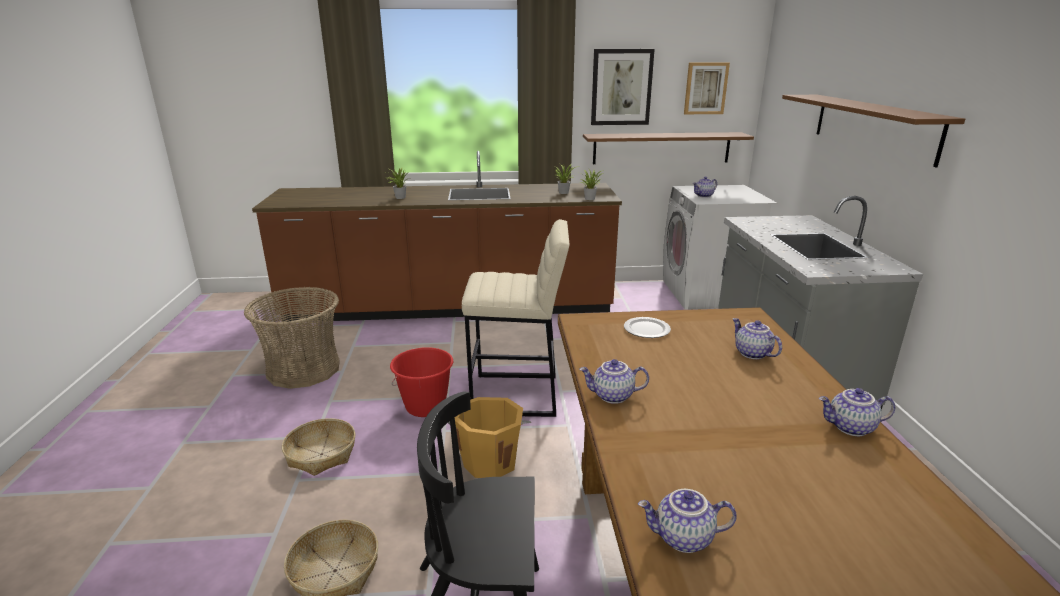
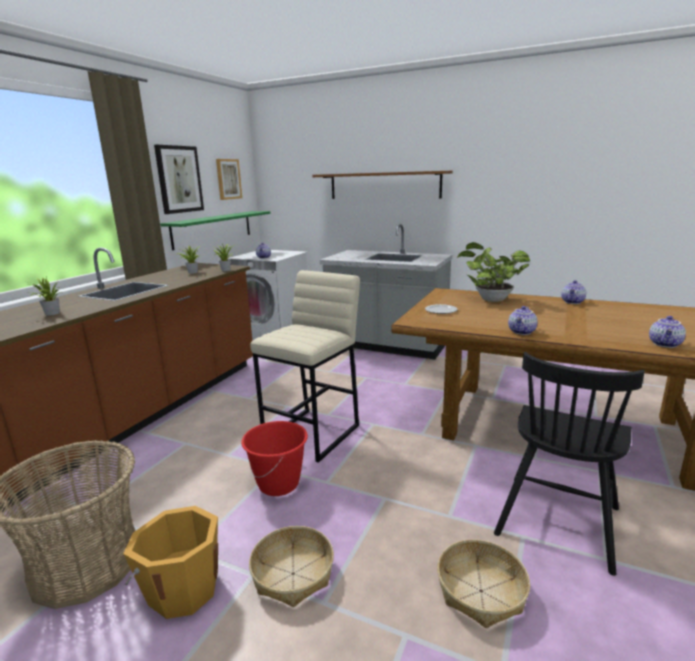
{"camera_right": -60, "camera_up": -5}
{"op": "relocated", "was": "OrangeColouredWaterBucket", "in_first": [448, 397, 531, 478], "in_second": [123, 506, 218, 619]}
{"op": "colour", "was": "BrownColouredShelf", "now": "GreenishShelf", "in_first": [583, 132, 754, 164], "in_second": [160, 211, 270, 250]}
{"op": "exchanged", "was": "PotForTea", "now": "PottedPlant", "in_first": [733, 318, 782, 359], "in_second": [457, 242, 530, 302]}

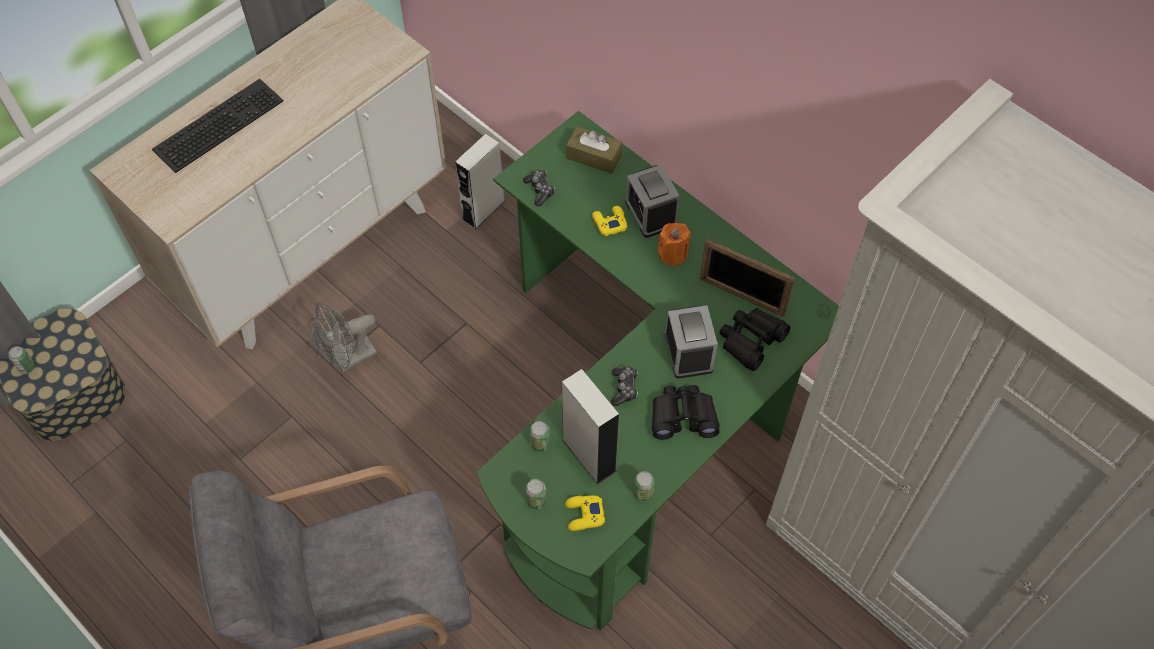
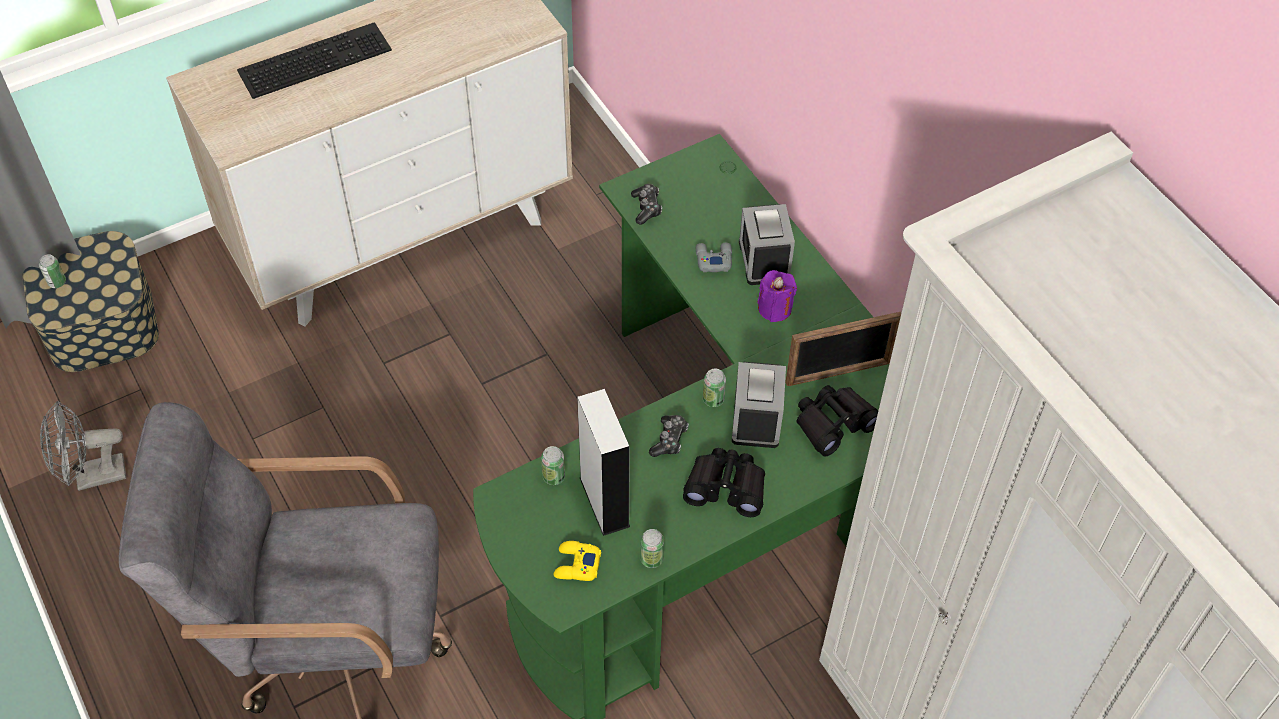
{"camera_right": 15, "camera_up": -5}
{"op": "relocated", "was": "GreyishCoolingFan", "in_first": [311, 303, 378, 373], "in_second": [40, 401, 126, 491]}
{"op": "colour", "was": "YellowGameController", "now": "GreyishGameController", "in_first": [592, 206, 627, 236], "in_second": [696, 242, 732, 272]}
{"op": "relocated", "was": "Can", "in_first": [526, 479, 546, 510], "in_second": [703, 369, 726, 407]}
{"op": "colour", "was": "OrangeColouredCandle", "now": "PurplishCandle", "in_first": [658, 223, 691, 266], "in_second": [757, 270, 797, 322]}
{"op": "spun", "was": "PhotoFrame", "in_first": [700, 239, 795, 317], "in_second": [785, 312, 901, 386], "clockwise": -60}
{"op": "missing", "was": "GreyishAudioSpeaker", "in_first": [455, 133, 505, 230]}
{"op": "missing", "was": "BrownColouredTissueHolder", "in_first": [566, 126, 622, 174]}

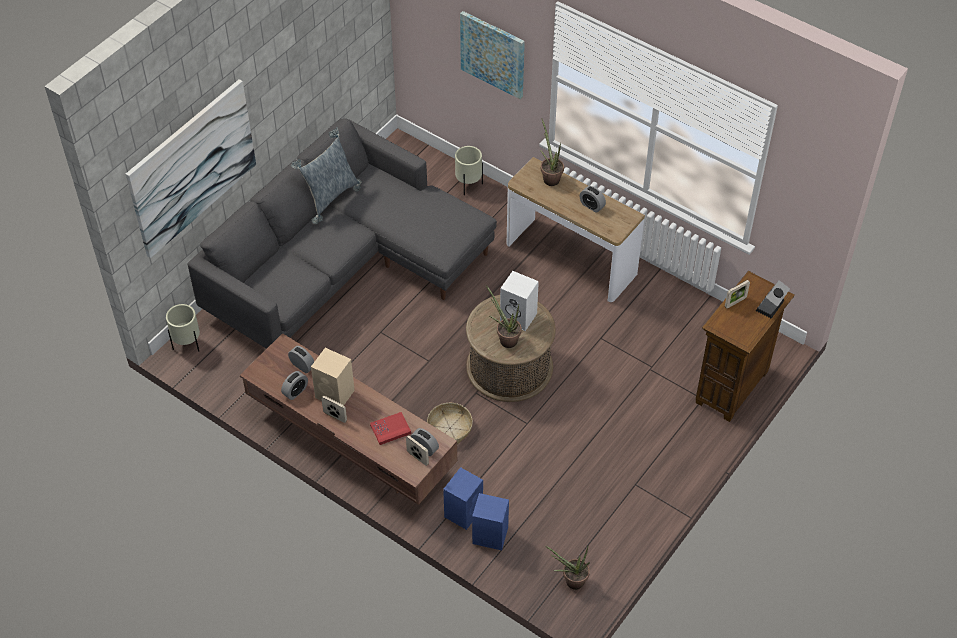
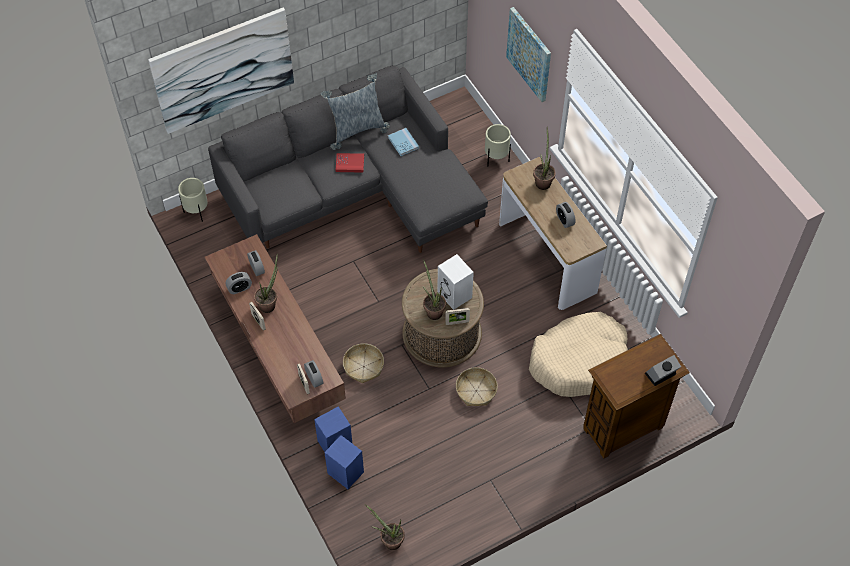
{"camera_right": 25, "camera_up": 5}
{"op": "exchanged", "was": "BeigeColouredAudioSpeaker", "now": "PottedPlant", "in_first": [311, 348, 355, 405], "in_second": [254, 253, 278, 313]}
{"op": "relocated", "was": "RedVolume", "in_first": [370, 412, 411, 445], "in_second": [336, 153, 364, 173]}
{"op": "appeared", "now": "BlueColouredVolume", "in_second": [388, 128, 419, 156]}
{"op": "relocated", "was": "PhotoFrame", "in_first": [725, 280, 750, 309], "in_second": [445, 308, 470, 325]}
{"op": "appeared", "now": "HouseholdBasket", "in_second": [456, 367, 498, 406]}
{"op": "appeared", "now": "BeigeColouredDogBed", "in_second": [529, 312, 628, 397]}

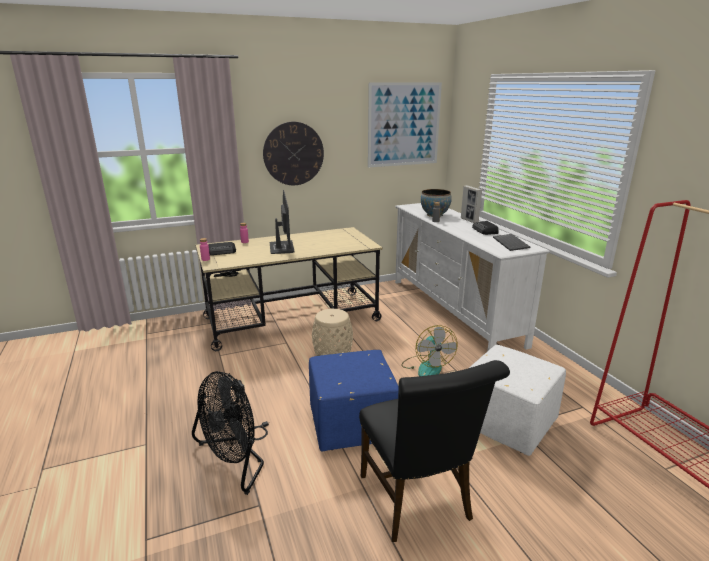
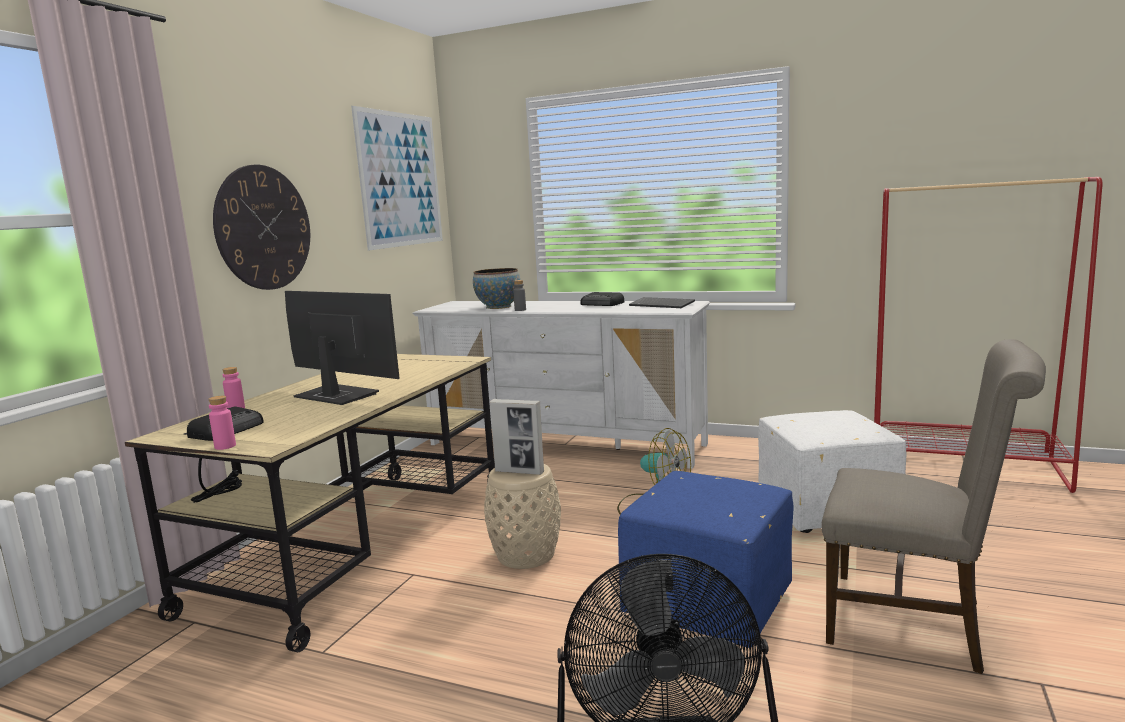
{"camera_right": -45, "camera_up": -10}
{"op": "relocated", "was": "PhotoFrame", "in_first": [461, 185, 482, 223], "in_second": [490, 399, 544, 475]}
{"op": "colour", "was": "BlackishPlainChair", "now": "BeigeColouredPlainChair", "in_first": [359, 360, 510, 542], "in_second": [821, 339, 1046, 674]}

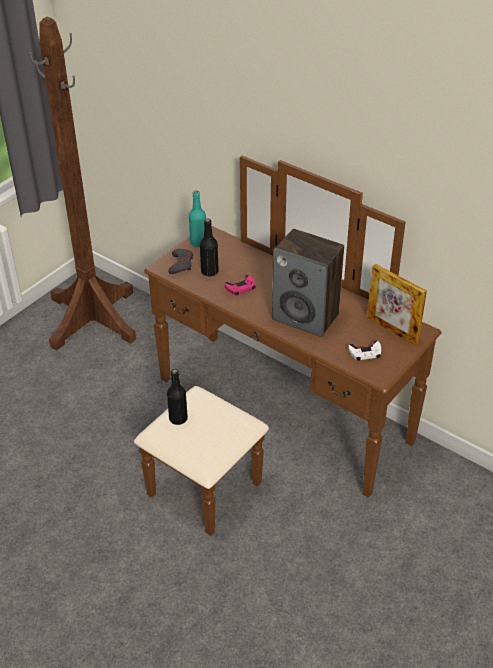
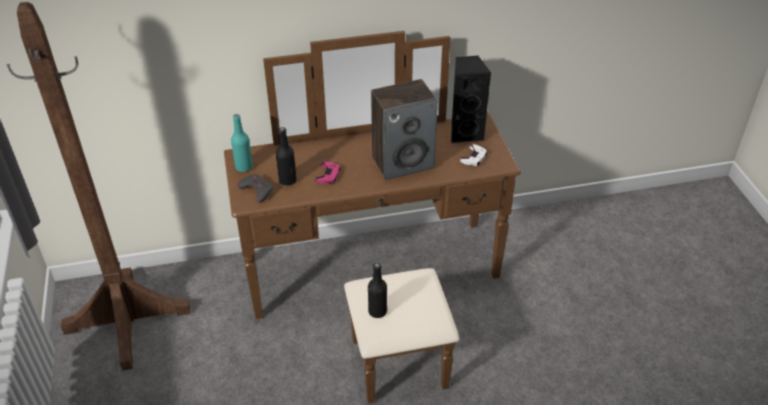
{"camera_right": -50, "camera_up": 0}
{"op": "exchanged", "was": "PhotoFrame", "now": "BlackishAudioSpeaker", "in_first": [367, 264, 427, 346], "in_second": [451, 56, 491, 143]}

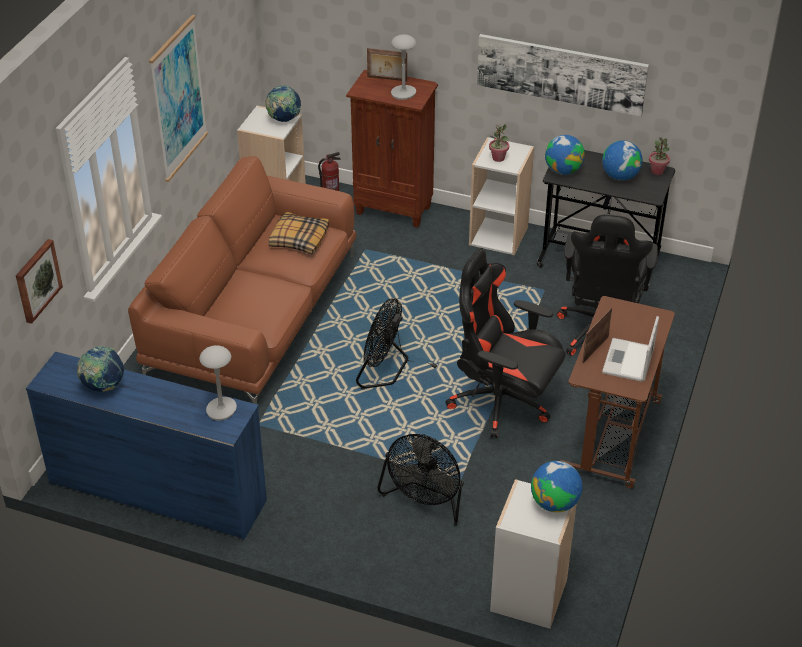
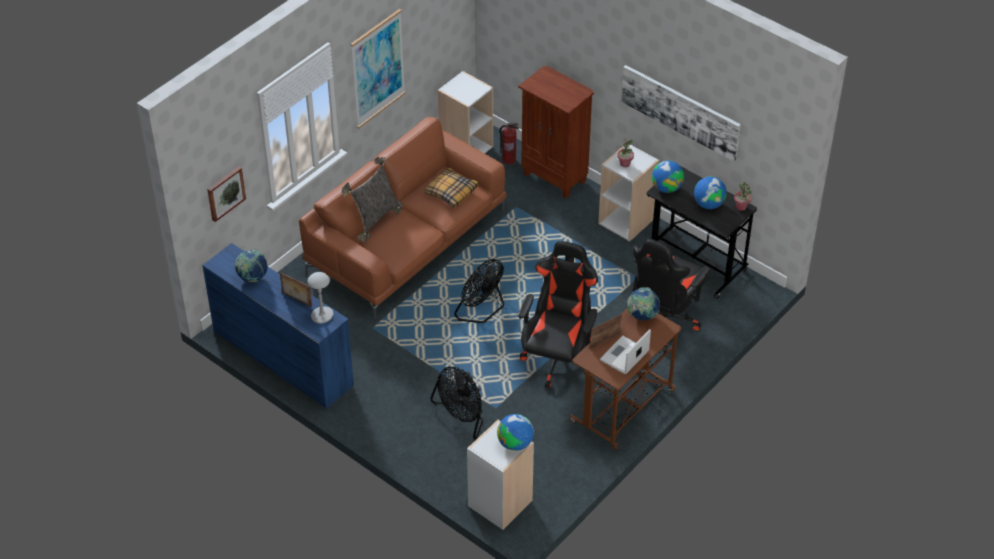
{"camera_right": 20, "camera_up": 5}
{"op": "relocated", "was": "PhotoFrame", "in_first": [367, 48, 407, 81], "in_second": [280, 272, 312, 307]}
{"op": "appeared", "now": "Pillow", "in_second": [341, 156, 404, 242]}
{"op": "spun", "was": "BlackishComputerChair", "in_first": [446, 248, 566, 438], "in_second": [519, 241, 598, 388], "clockwise": 60}
{"op": "relocated", "was": "WorldGlobe", "in_first": [265, 85, 301, 122], "in_second": [627, 287, 660, 320]}
{"op": "missing", "was": "GreyishTabletopLamp", "in_first": [391, 34, 416, 100]}

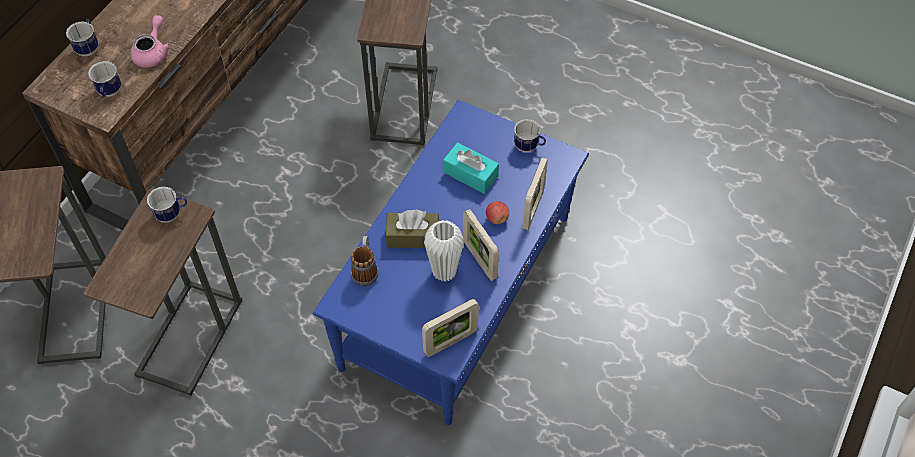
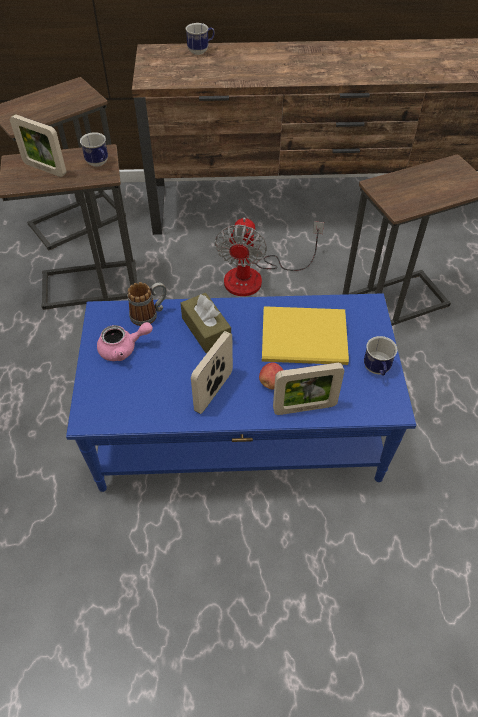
{"camera_right": 60, "camera_up": -5}
{"op": "relocated", "was": "PhotoFrame", "in_first": [422, 299, 479, 357], "in_second": [10, 114, 66, 177]}
{"op": "relocated", "was": "PinkColouredPotForTea", "in_first": [131, 15, 170, 68], "in_second": [97, 322, 153, 361]}
{"op": "appeared", "now": "CoolingFan", "in_second": [215, 218, 324, 296]}
{"op": "exchanged", "was": "TurquoiseTissueHolder", "now": "YellowVolume", "in_first": [443, 142, 499, 194], "in_second": [262, 306, 349, 365]}
{"op": "missing", "was": "Mug", "in_first": [88, 61, 121, 97]}
{"op": "missing", "was": "WhitishVase", "in_first": [424, 220, 464, 282]}

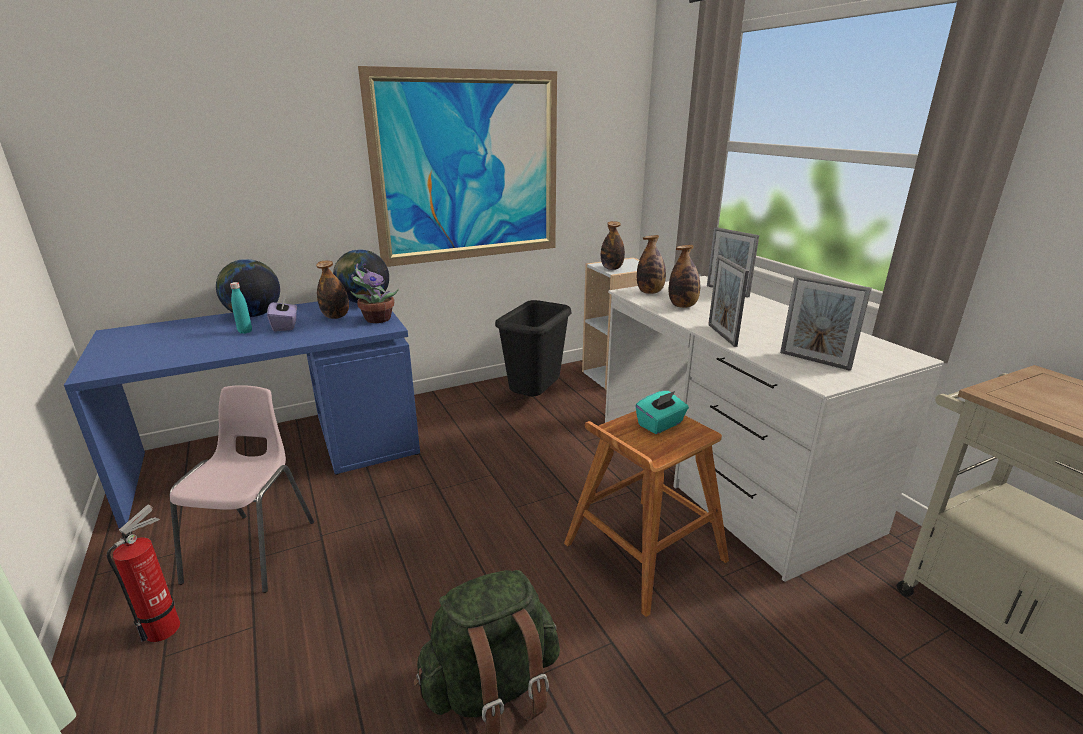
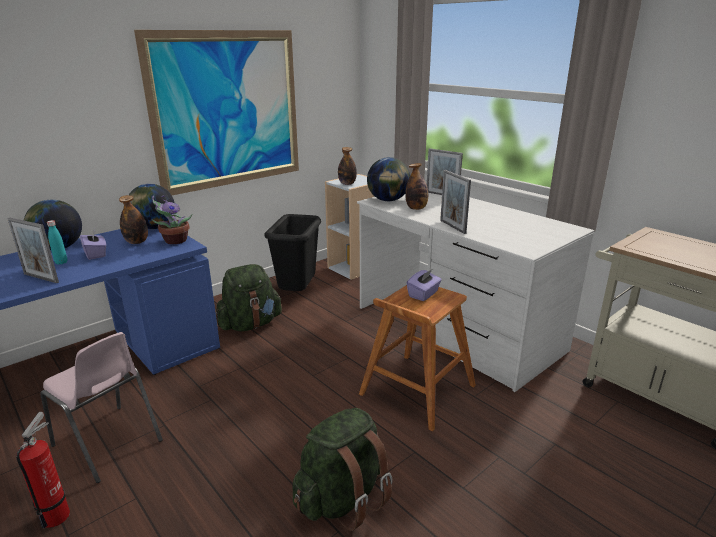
{"camera_right": -15, "camera_up": 0}
{"op": "relocated", "was": "PhotoFrame", "in_first": [780, 275, 872, 371], "in_second": [7, 218, 59, 283]}
{"op": "spun", "was": "PinkColouredPlainChair", "in_first": [170, 385, 314, 593], "in_second": [41, 332, 163, 483], "clockwise": 135}
{"op": "appeared", "now": "GreenishKnapsack", "in_second": [216, 264, 282, 331]}
{"op": "exchanged", "was": "Bottle", "now": "WorldGlobe", "in_first": [637, 235, 666, 294], "in_second": [367, 157, 410, 201]}
{"op": "colour", "was": "TurquoiseTissueHolder", "now": "PurplishTissueHolder", "in_first": [636, 391, 689, 434], "in_second": [407, 270, 442, 301]}

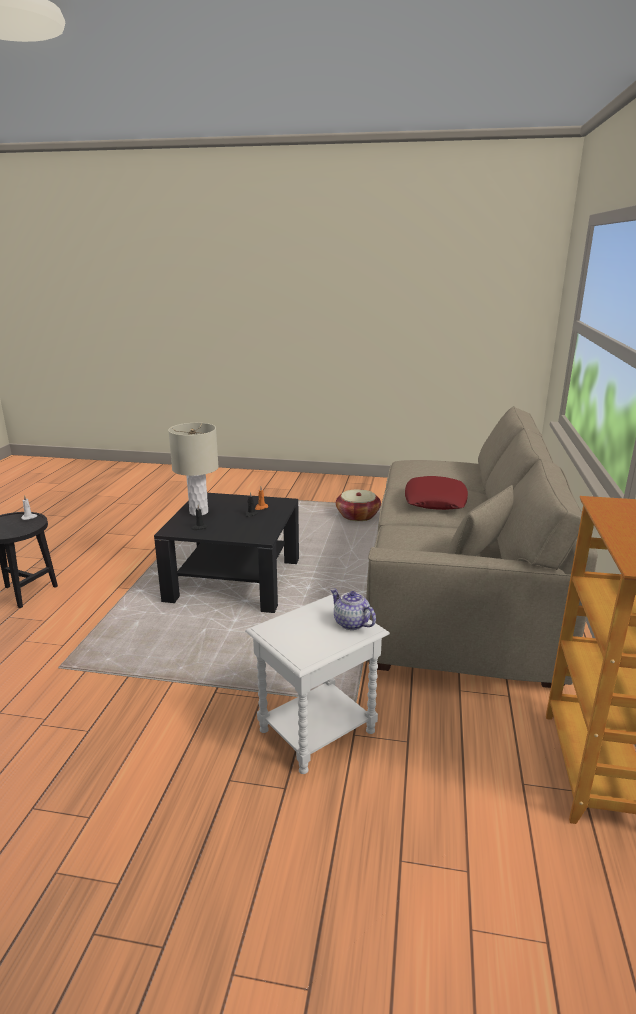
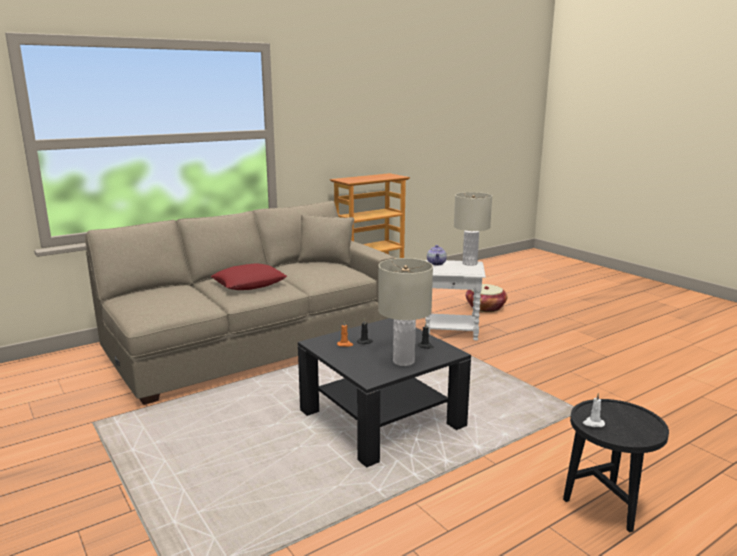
{"camera_right": -135, "camera_up": -5}
{"op": "appeared", "now": "BeigeColouredTabletopLamp", "in_second": [454, 192, 492, 266]}
{"op": "relocated", "was": "HouseholdBasket", "in_first": [336, 489, 381, 521], "in_second": [466, 284, 507, 312]}

